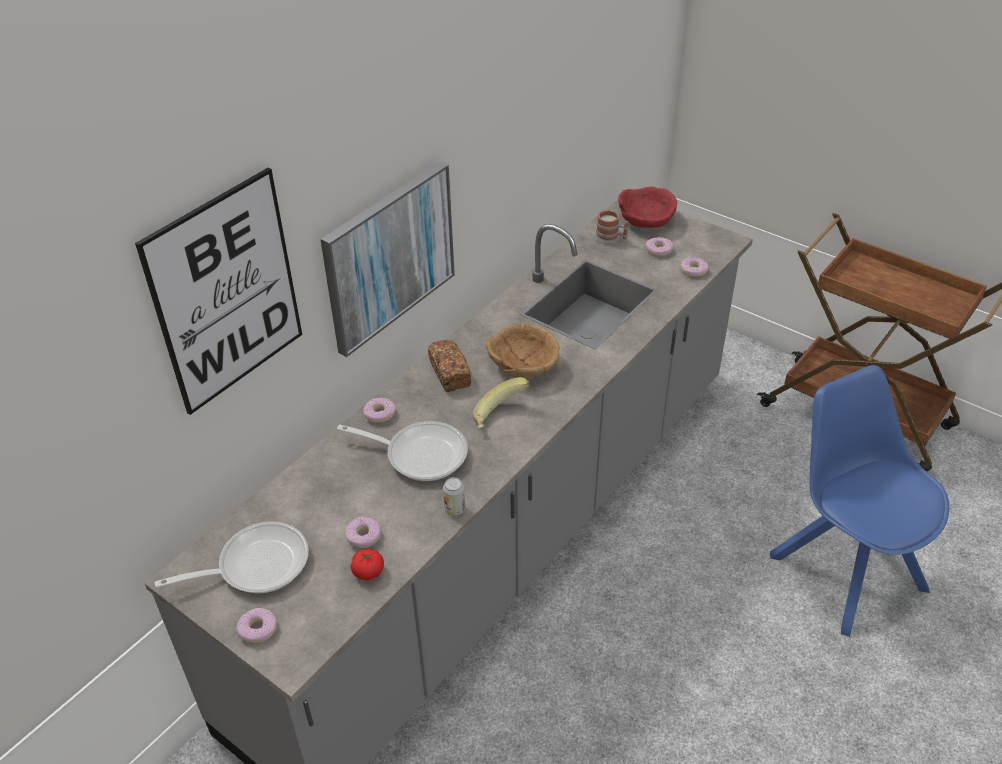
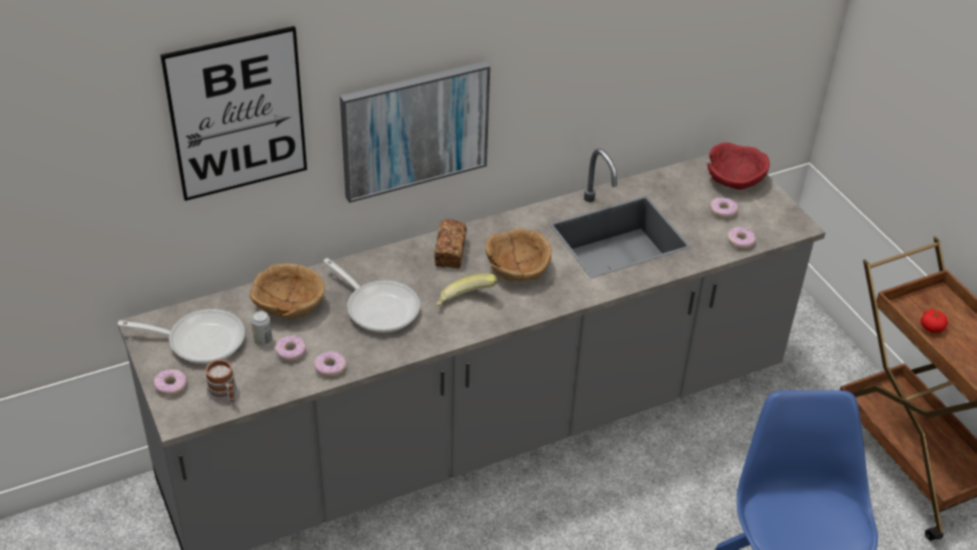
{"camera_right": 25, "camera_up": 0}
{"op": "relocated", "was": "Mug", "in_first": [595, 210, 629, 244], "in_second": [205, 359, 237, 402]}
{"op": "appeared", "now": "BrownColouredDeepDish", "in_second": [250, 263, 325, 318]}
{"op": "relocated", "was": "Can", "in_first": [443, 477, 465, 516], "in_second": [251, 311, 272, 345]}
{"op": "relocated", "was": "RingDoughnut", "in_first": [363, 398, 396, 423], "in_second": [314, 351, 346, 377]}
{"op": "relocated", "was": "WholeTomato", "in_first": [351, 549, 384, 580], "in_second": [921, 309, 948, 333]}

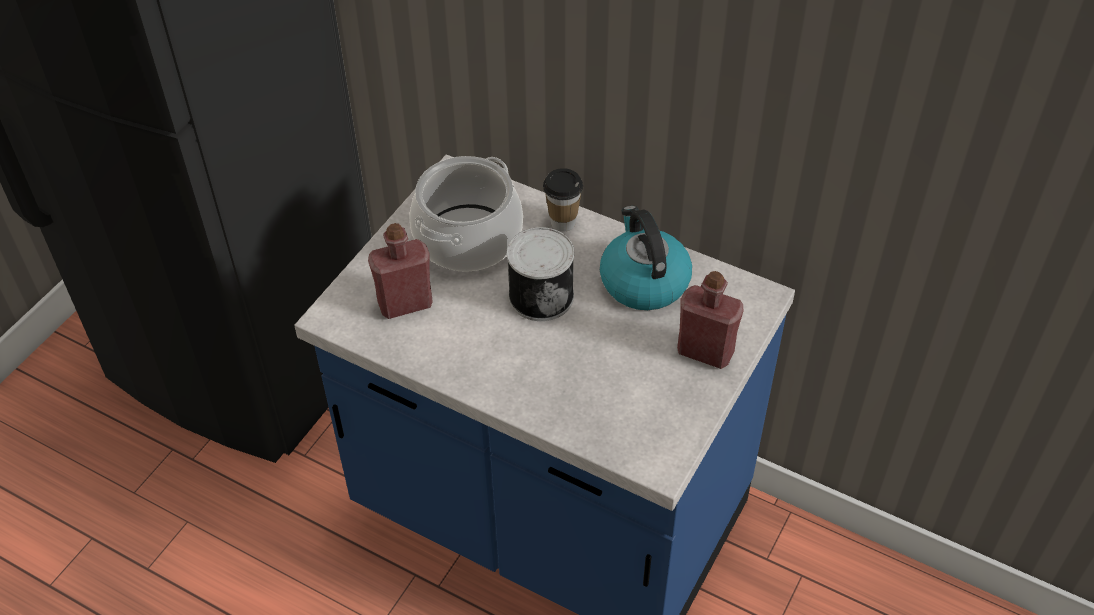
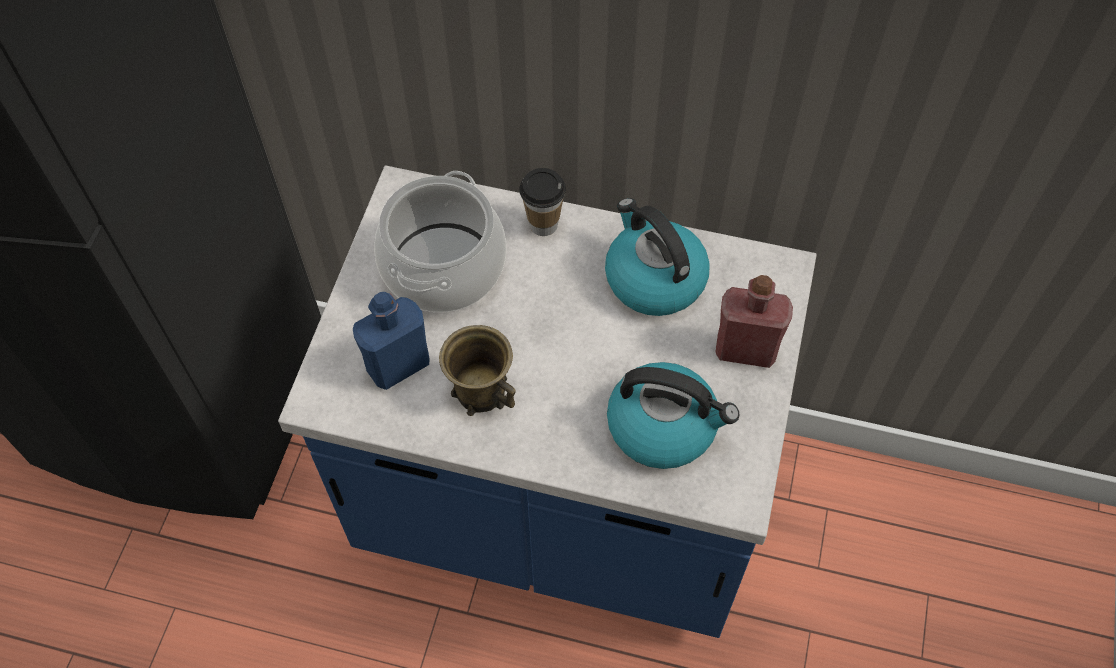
{"camera_right": -15, "camera_up": 10}
{"op": "colour", "was": "RedBottle", "now": "BlueColouredBottle", "in_first": [368, 223, 433, 319], "in_second": [353, 292, 430, 390]}
{"op": "appeared", "now": "BrownColouredMug", "in_second": [439, 325, 516, 416]}
{"op": "appeared", "now": "TeaKettle", "in_second": [607, 362, 739, 469]}
{"op": "missing", "was": "Can", "in_first": [507, 227, 574, 321]}

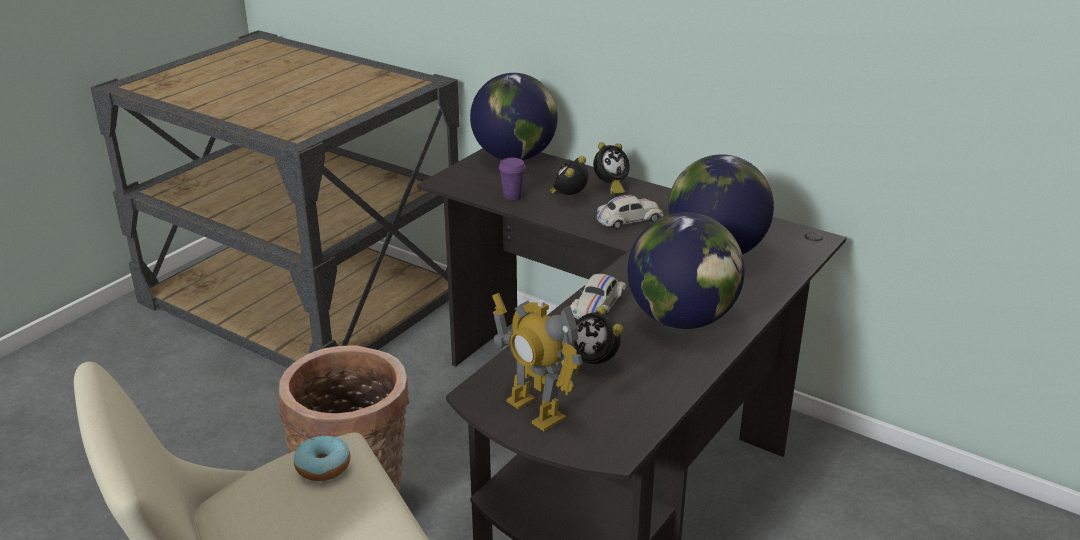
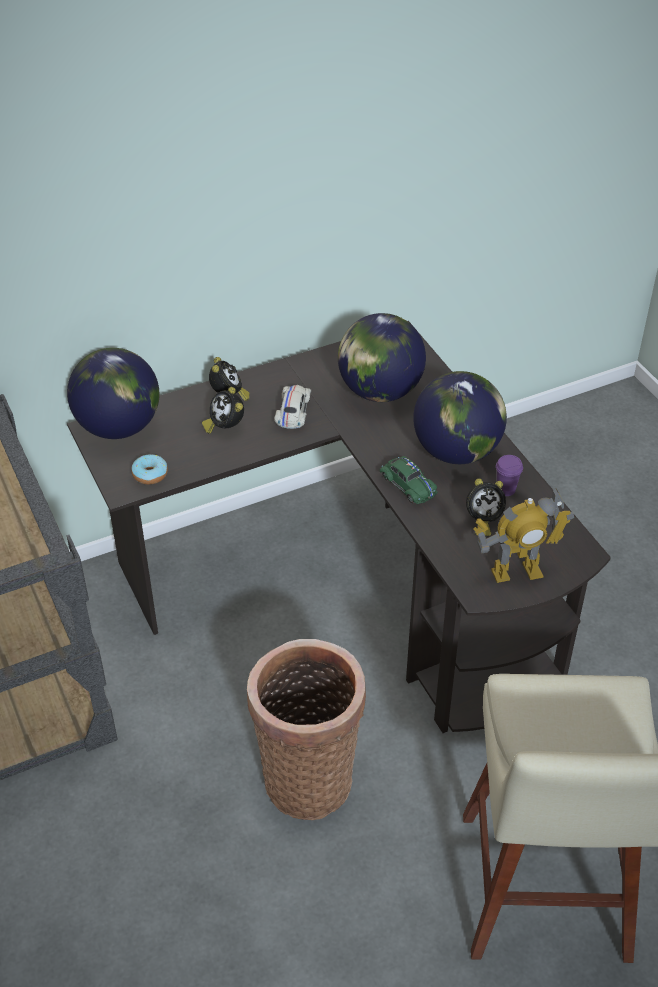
{"camera_right": -60, "camera_up": 15}
{"op": "relocated", "was": "RingDoughnut", "in_first": [294, 435, 350, 481], "in_second": [131, 454, 168, 485]}
{"op": "colour", "was": "WhitishToyCar", "now": "GreenishToyCar", "in_first": [570, 274, 626, 320], "in_second": [380, 456, 438, 504]}
{"op": "relocated", "was": "PurplishCup", "in_first": [499, 158, 526, 200], "in_second": [496, 455, 523, 496]}

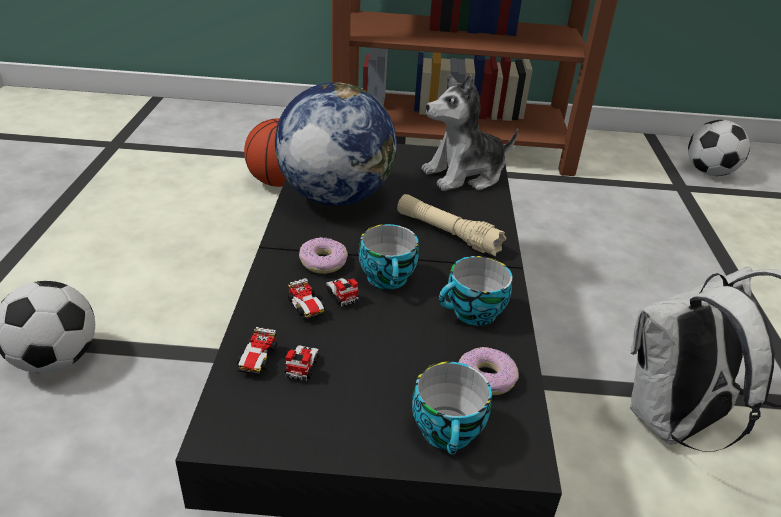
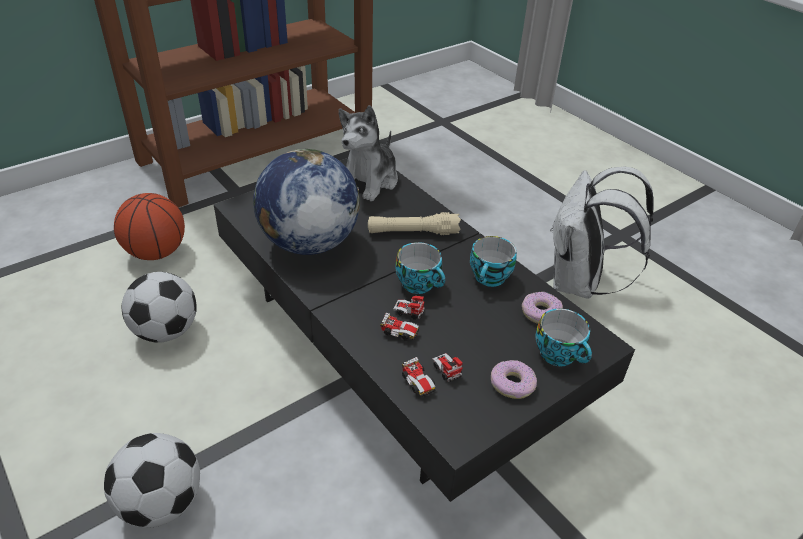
{"camera_right": -40, "camera_up": 5}
{"op": "relocated", "was": "FootballBall", "in_first": [688, 120, 750, 176], "in_second": [122, 272, 197, 343]}
{"op": "relocated", "was": "RingDoughnut", "in_first": [299, 237, 348, 274], "in_second": [491, 360, 537, 399]}

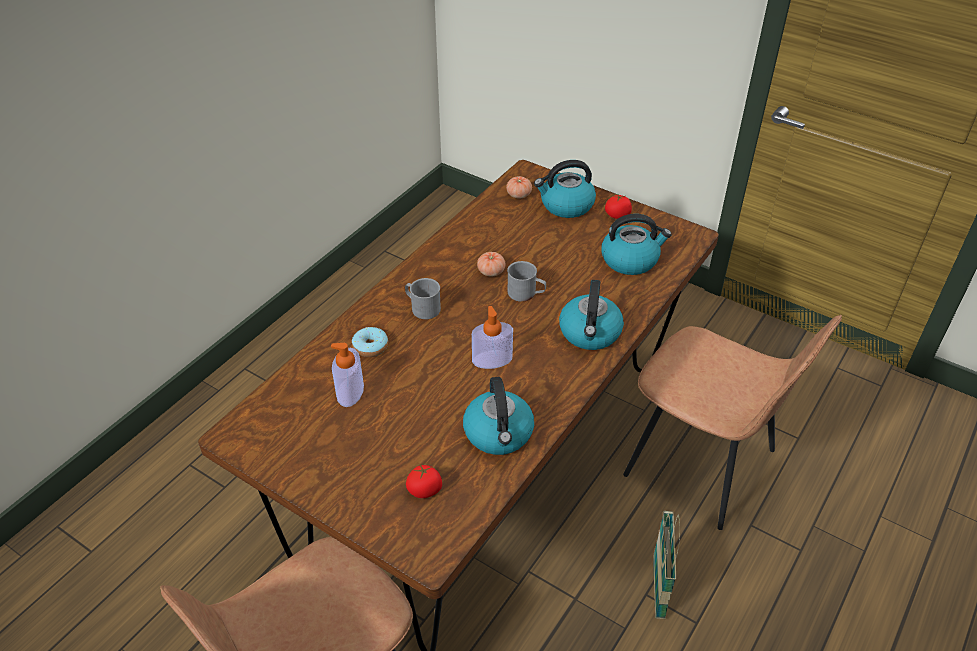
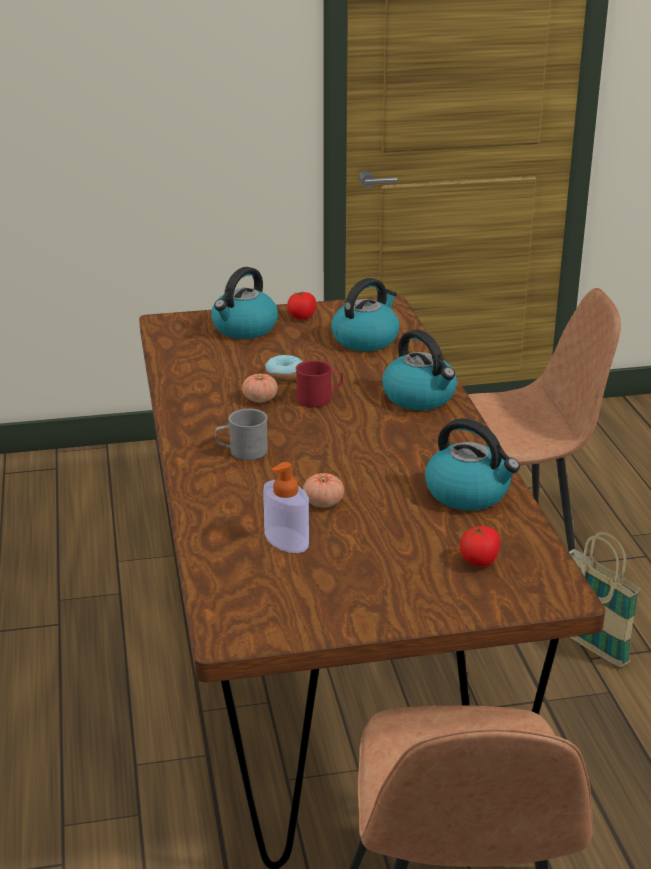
{"camera_right": -45, "camera_up": -15}
{"op": "relocated", "was": "RingDoughnut", "in_first": [352, 327, 388, 357], "in_second": [265, 355, 303, 382]}
{"op": "colour", "was": "GreyishMug", "now": "RedMug", "in_first": [507, 261, 546, 302], "in_second": [296, 360, 343, 408]}
{"op": "relocated", "was": "WholeTomato", "in_first": [506, 176, 532, 198], "in_second": [303, 473, 344, 508]}
{"op": "missing", "was": "SoapBottle", "in_first": [472, 306, 513, 369]}

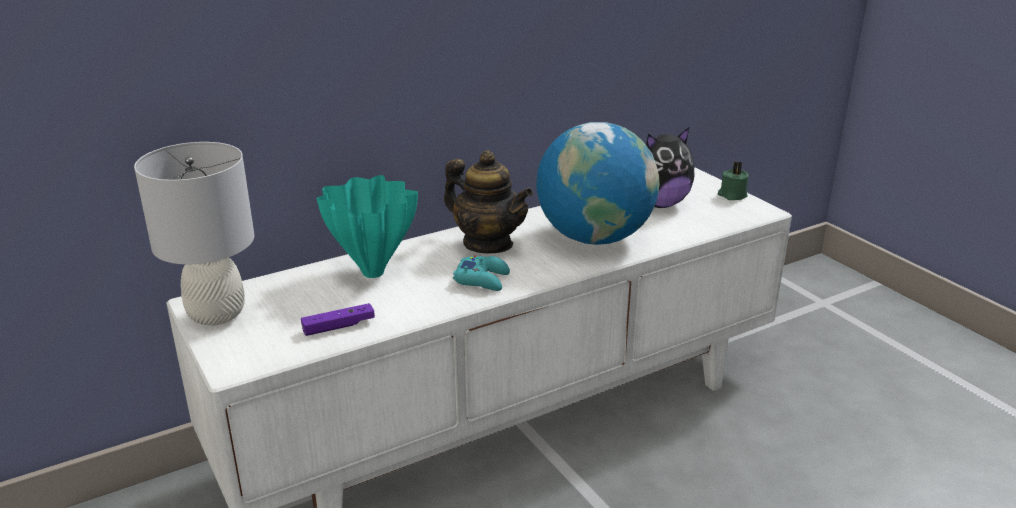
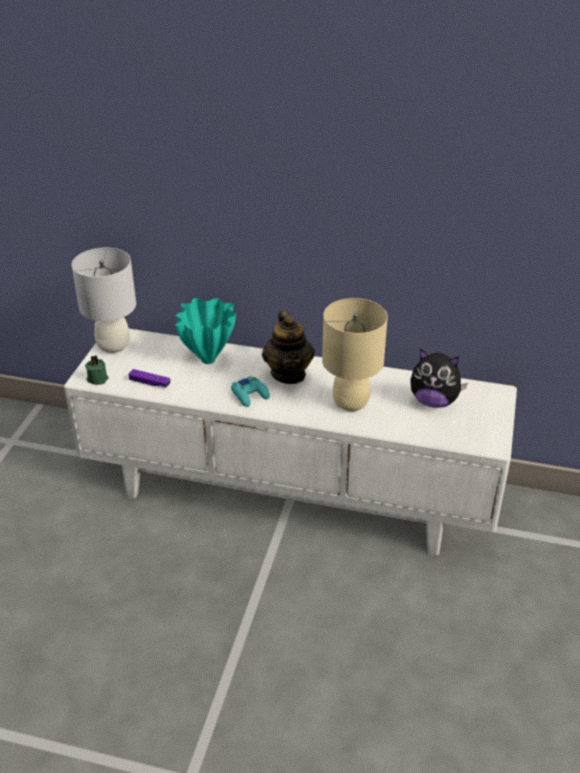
{"camera_right": 45, "camera_up": 10}
{"op": "relocated", "was": "GreenishCandle", "in_first": [717, 162, 749, 200], "in_second": [85, 355, 109, 385]}
{"op": "exchanged", "was": "WorldGlobe", "now": "BeigeColouredTabletopLamp", "in_first": [536, 122, 659, 245], "in_second": [322, 298, 388, 411]}

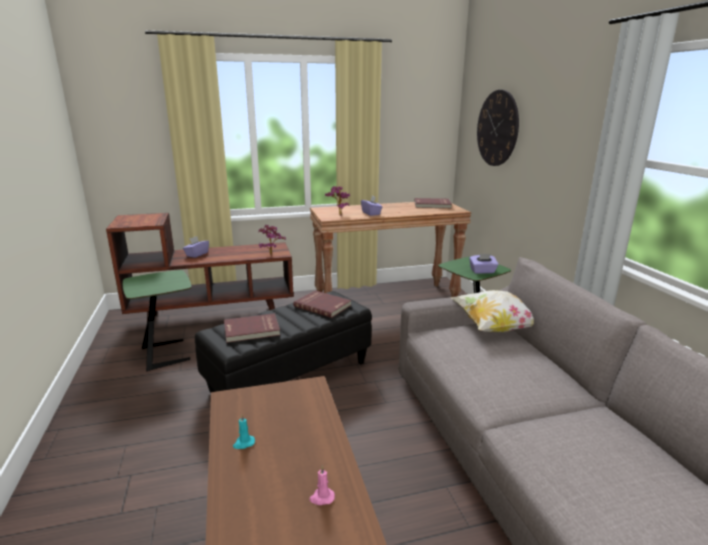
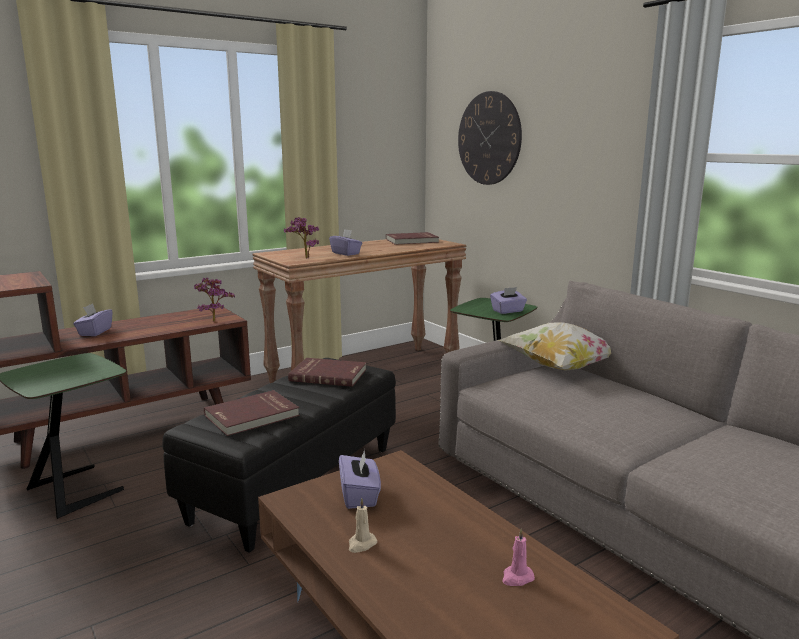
{"camera_right": -20, "camera_up": -5}
{"op": "appeared", "now": "PurplishTissueHolder", "in_second": [339, 449, 381, 509]}
{"op": "colour", "was": "TurquoiseCandle", "now": "BeigeColouredCandle", "in_first": [233, 415, 255, 449], "in_second": [349, 498, 377, 553]}

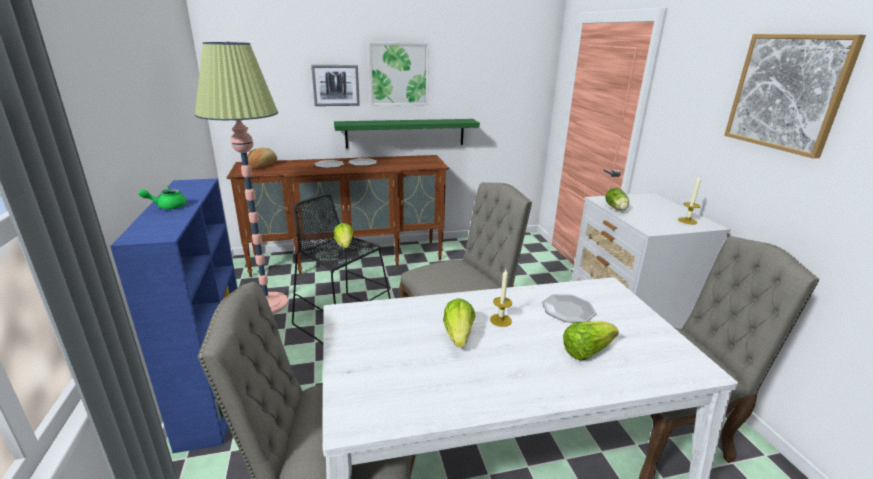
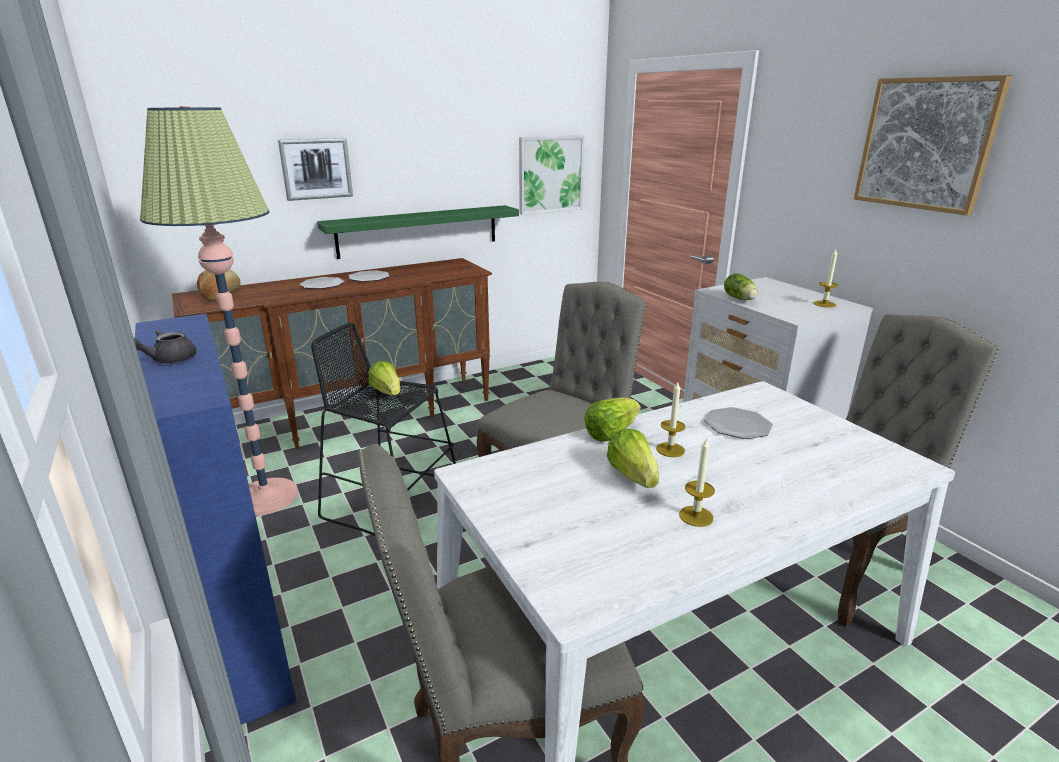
{"camera_right": -15, "camera_up": 0}
{"op": "colour", "was": "GreenishPotForTea", "now": "GreyishPotForTea", "in_first": [138, 187, 187, 209], "in_second": [133, 330, 197, 363]}
{"op": "relocated", "was": "Picture", "in_first": [368, 42, 429, 106], "in_second": [519, 135, 585, 215]}
{"op": "relocated", "was": "LettuceHead", "in_first": [563, 321, 619, 360], "in_second": [584, 397, 641, 441]}
{"op": "appeared", "now": "Candle", "in_second": [679, 438, 715, 527]}

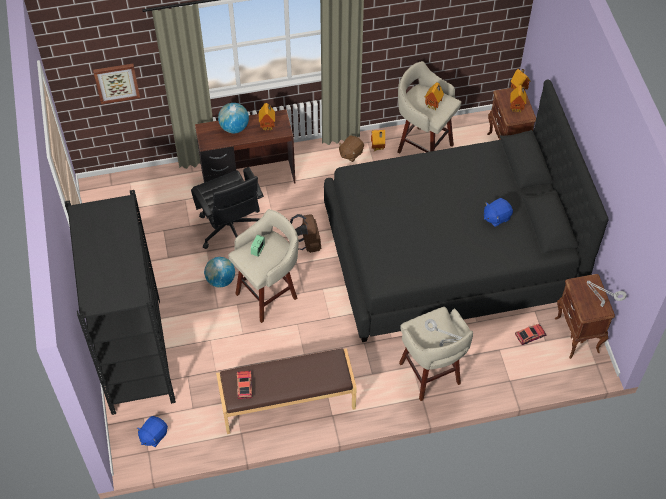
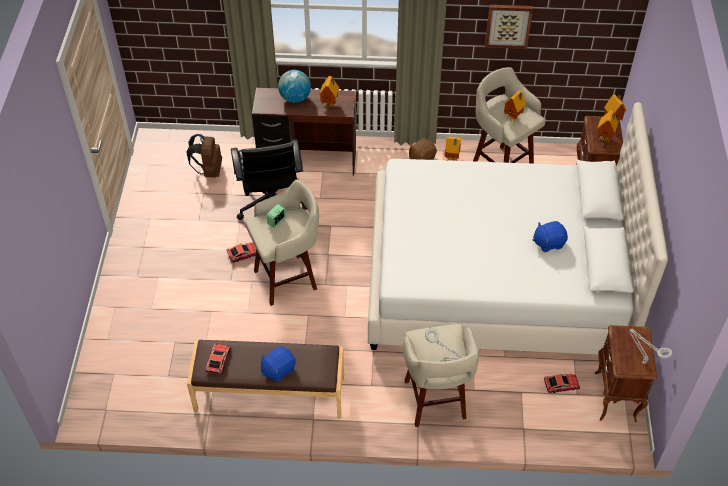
{"camera_right": 15, "camera_up": -5}
{"op": "relocated", "was": "BrownColouredKnapsack", "in_first": [290, 214, 321, 253], "in_second": [186, 134, 222, 177]}
{"op": "exchanged", "was": "WorldGlobe", "now": "ToyCar", "in_first": [204, 257, 235, 288], "in_second": [227, 242, 256, 262]}
{"op": "relocated", "was": "BlueColouredCuddlyToy", "in_first": [137, 416, 168, 447], "in_second": [261, 346, 296, 382]}
{"op": "colour", "was": "BlackishBed", "now": "WhitishBed", "in_first": [324, 79, 608, 342], "in_second": [368, 102, 668, 354]}
{"op": "relocated", "was": "Picture", "in_first": [93, 64, 140, 104], "in_second": [485, 5, 533, 49]}
{"op": "missing", "was": "BlackishShelvingUnit", "in_first": [65, 190, 176, 415]}

